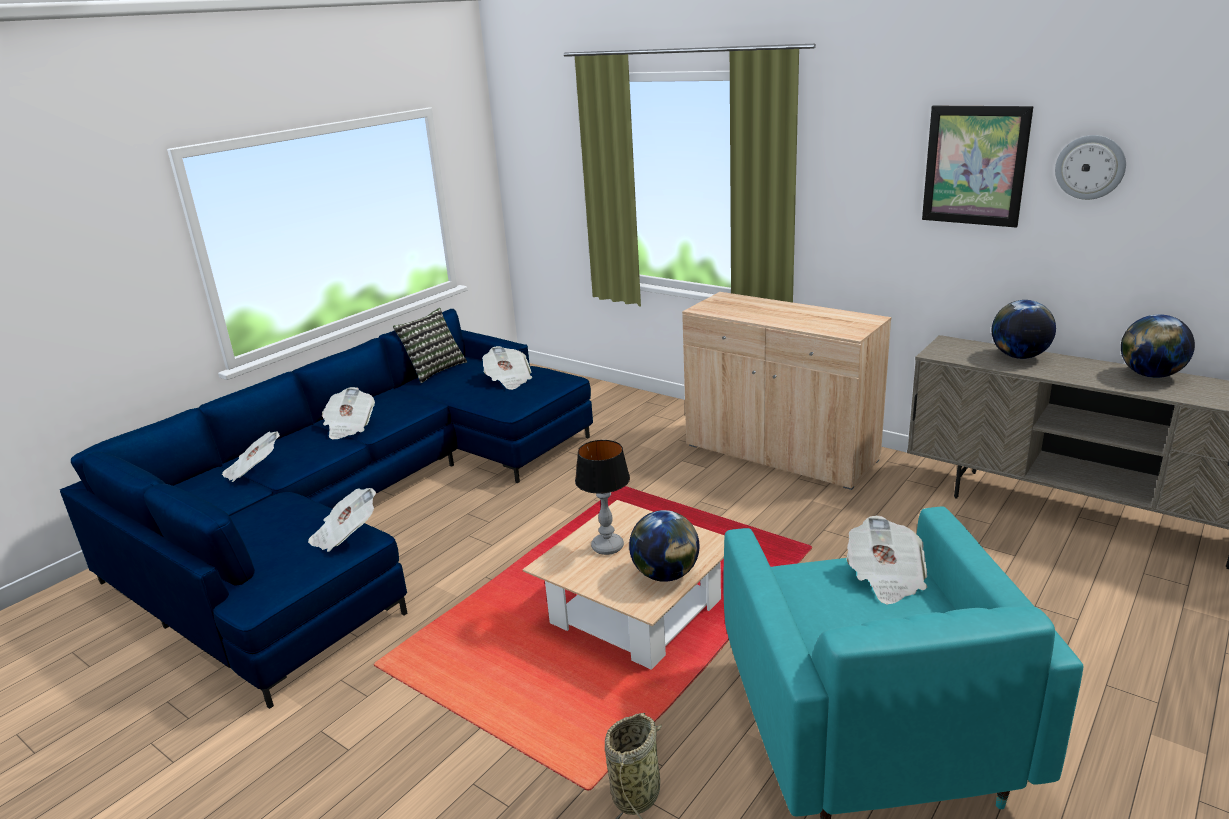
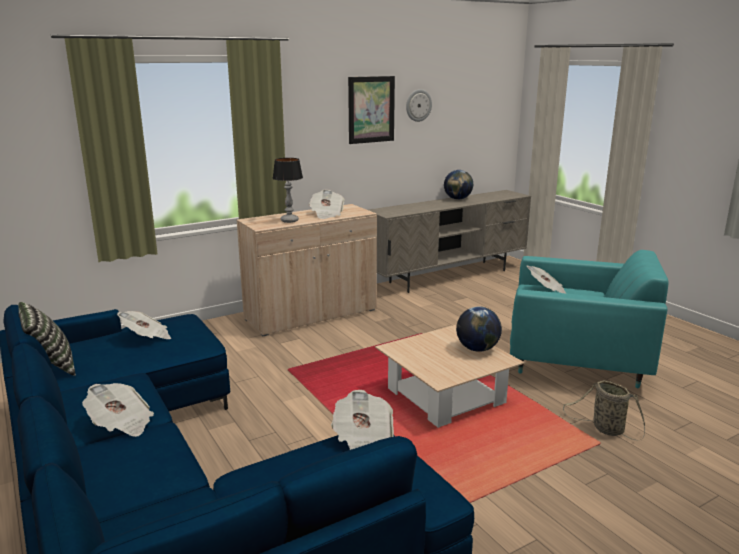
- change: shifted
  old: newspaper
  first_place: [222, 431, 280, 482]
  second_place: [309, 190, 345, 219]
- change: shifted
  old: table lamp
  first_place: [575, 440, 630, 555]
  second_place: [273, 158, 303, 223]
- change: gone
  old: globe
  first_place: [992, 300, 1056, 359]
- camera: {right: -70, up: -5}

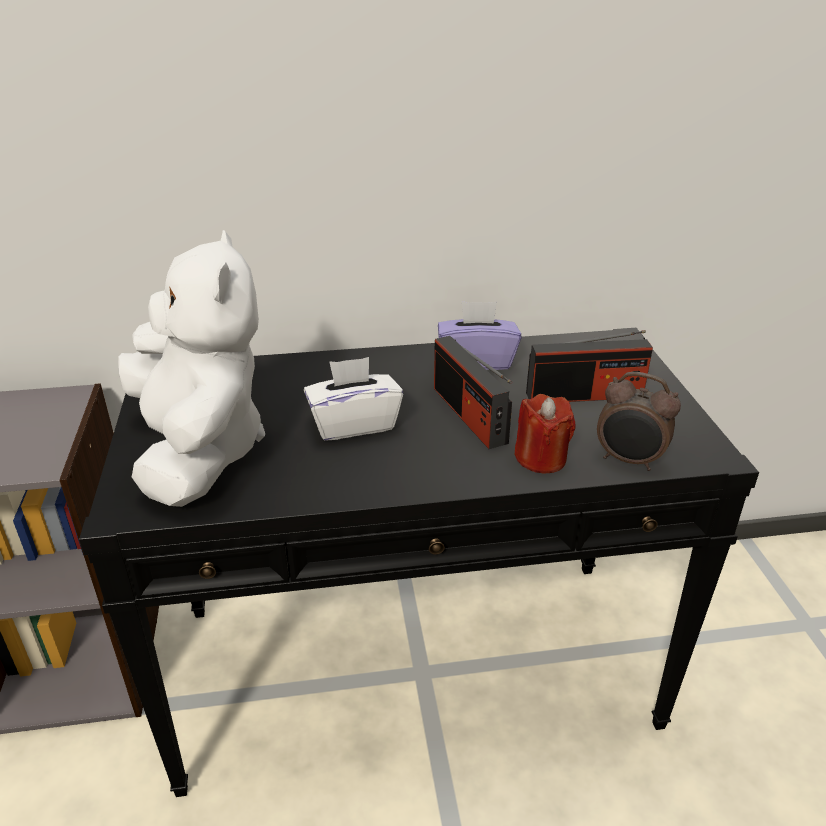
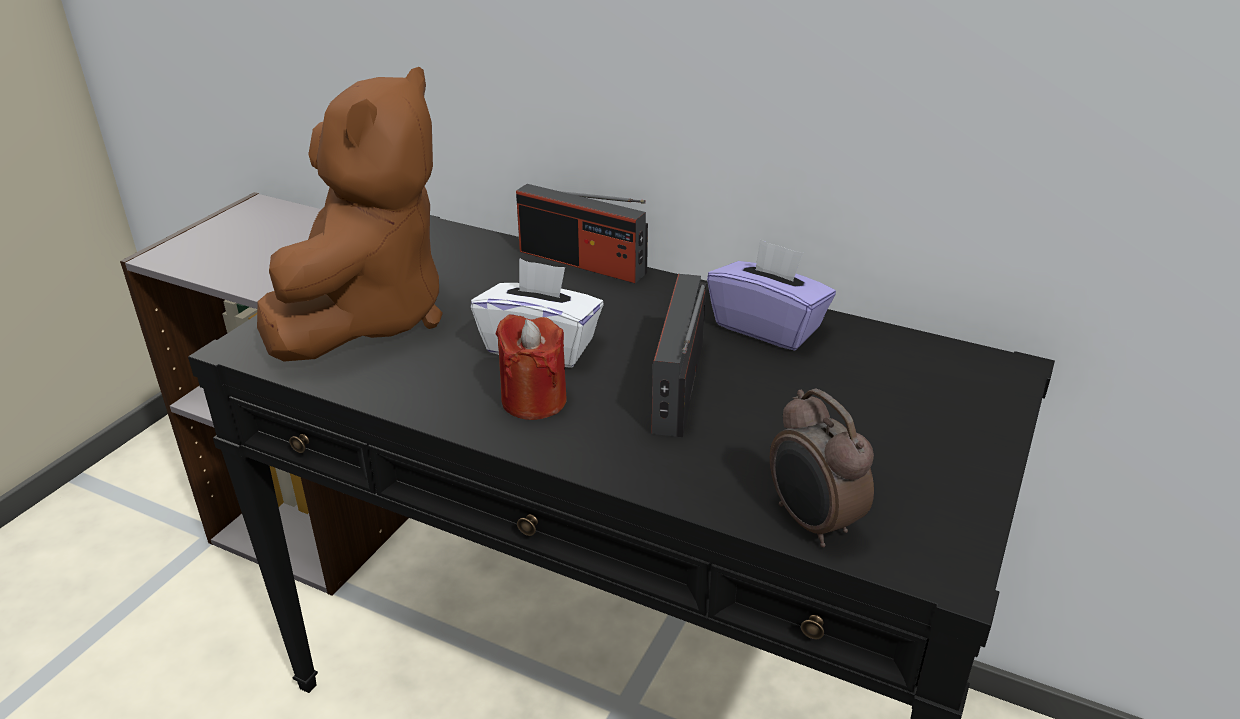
- change: repainted
  old: white plush toy
  new: brown plush toy
  first_place: [118, 230, 265, 507]
  second_place: [257, 67, 443, 361]
- change: shifted
  old: red candle
  first_place: [514, 394, 575, 473]
  second_place: [496, 314, 567, 420]
- change: shifted
  old: radio
  first_place: [526, 330, 653, 402]
  second_place: [516, 184, 648, 283]
- camera: {right: 35, up: 0}

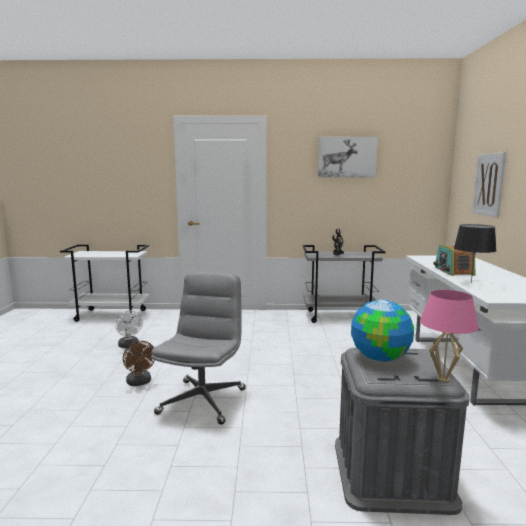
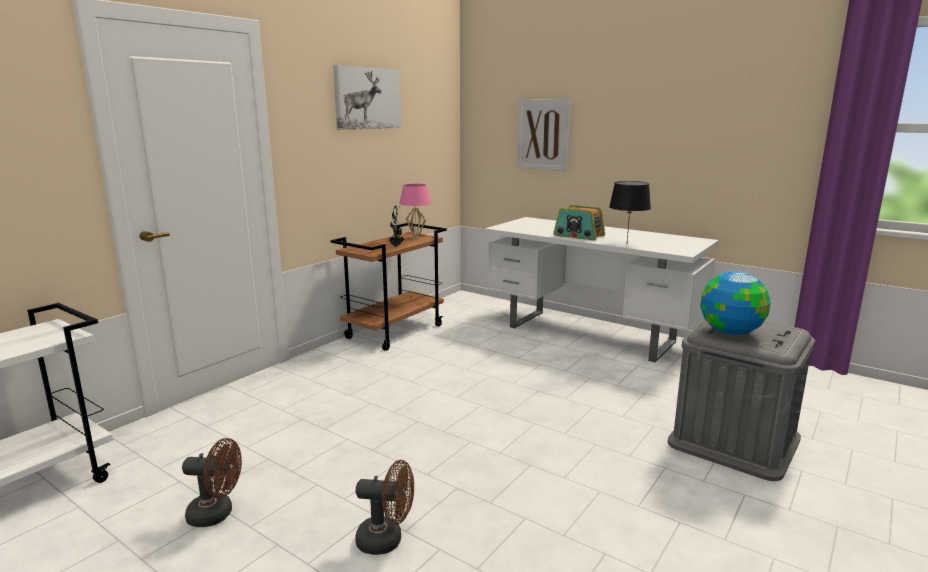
- change: repainted
  old: white fan
  new: brown fan
  first_place: [115, 310, 143, 348]
  second_place: [182, 438, 242, 527]
- change: gone
  old: grey office chair
  first_place: [151, 272, 246, 425]
- change: repainted
  old: grey cart
  new: brown cart
  first_place: [303, 245, 385, 323]
  second_place: [331, 223, 447, 351]
- change: shifted
  old: pink table lamp
  first_place: [420, 290, 479, 382]
  second_place: [399, 184, 431, 239]
- camera: {right: -55, up: 5}

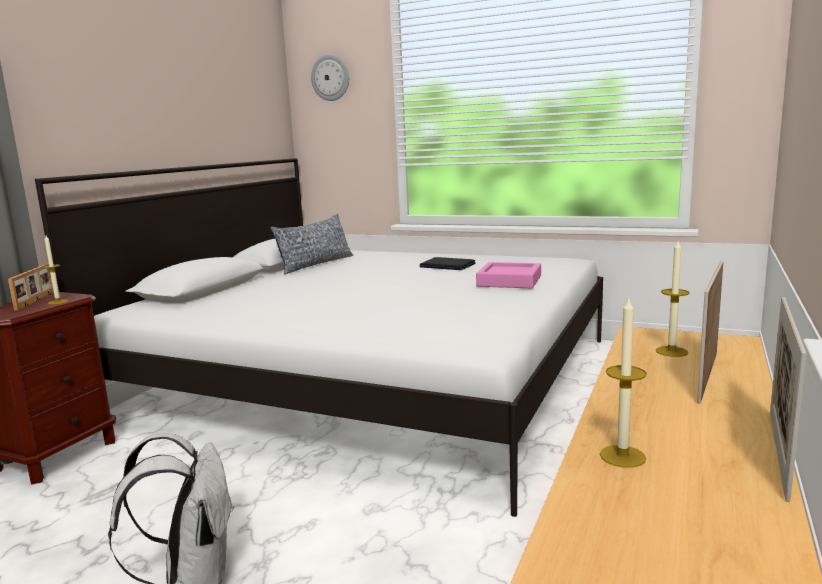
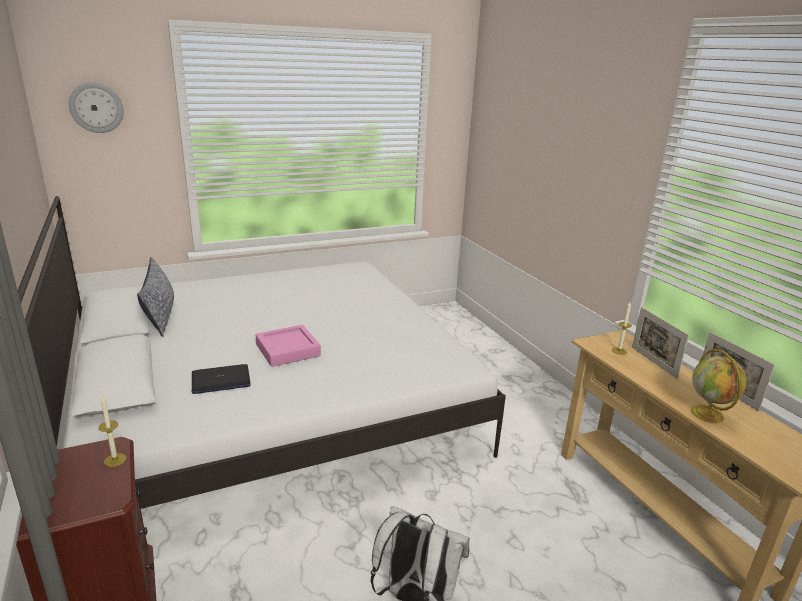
- change: gone
  old: picture frame
  first_place: [8, 263, 54, 311]
- change: shifted
  old: laptop
  first_place: [419, 257, 476, 270]
  second_place: [192, 364, 251, 394]
- change: shifted
  old: pink tray
  first_place: [476, 262, 541, 289]
  second_place: [256, 325, 321, 367]
- change: swapped
  old: candle
  new: globe
  first_place: [600, 299, 647, 468]
  second_place: [691, 349, 747, 423]
- camera: {right: -50, up: 10}

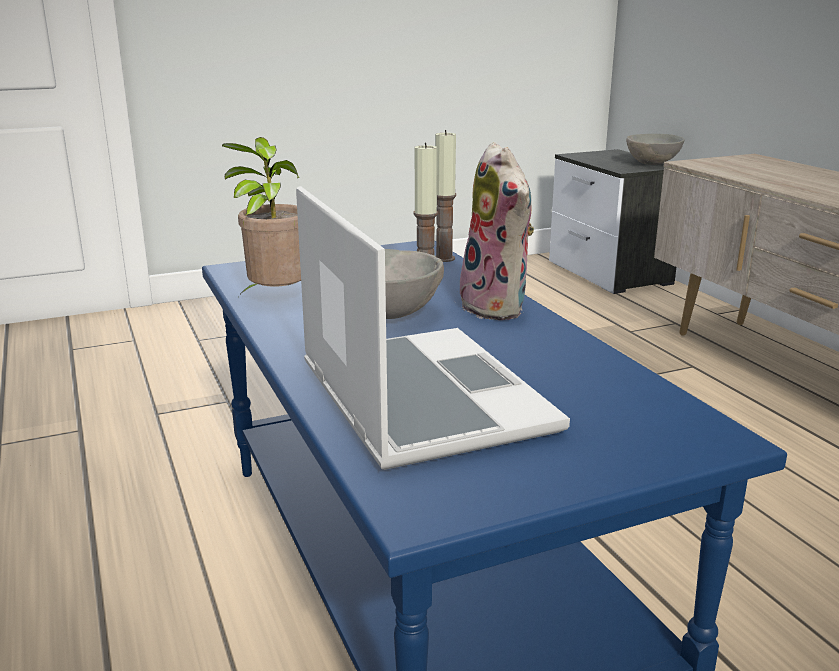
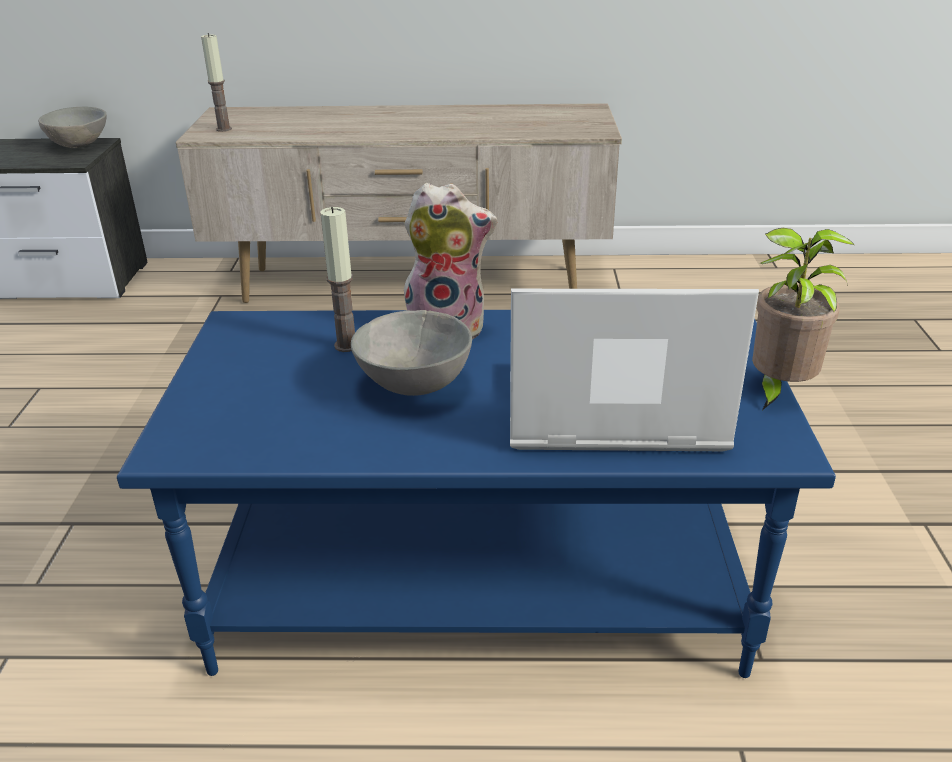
- change: shifted
  old: potted plant
  first_place: [222, 137, 301, 296]
  second_place: [752, 228, 854, 410]
- change: shifted
  old: candle
  first_place: [435, 130, 456, 262]
  second_place: [201, 33, 232, 132]
- camera: {right: -65, up: 10}

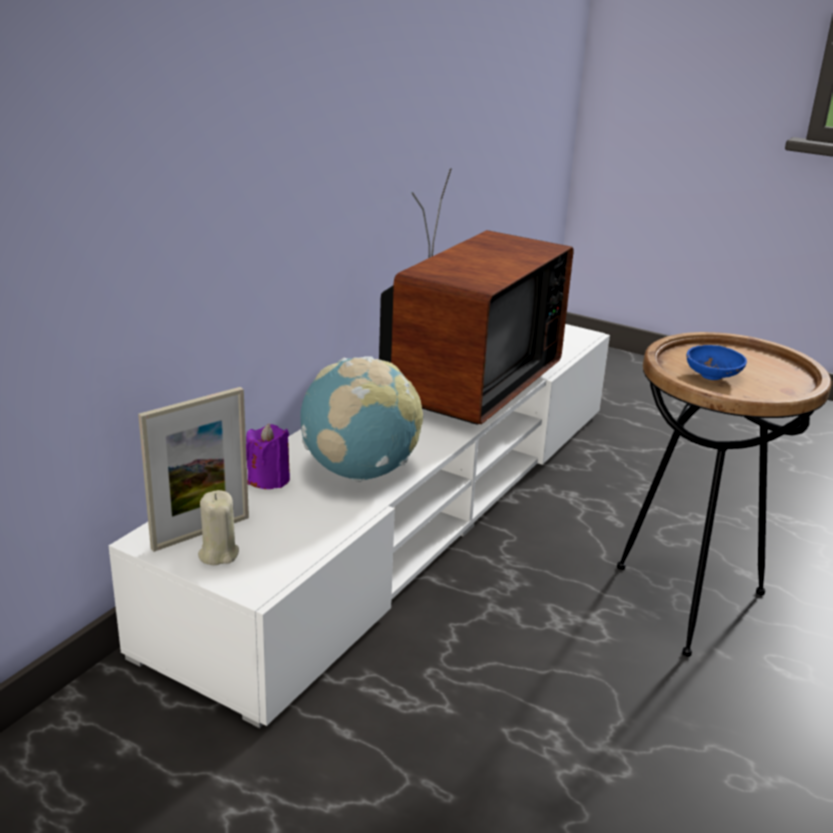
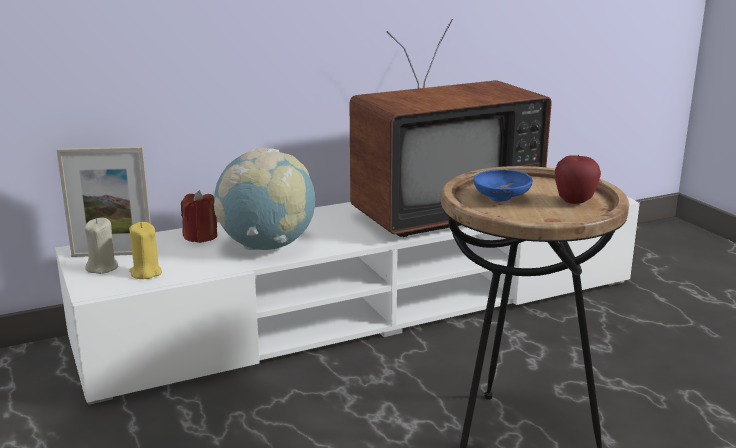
- change: repainted
  old: purple candle
  new: red candle
  first_place: [246, 423, 290, 489]
  second_place: [181, 190, 217, 243]
- change: new
  new: yellow candle
  second_place: [129, 222, 162, 279]
- change: new
  new: apple
  second_place: [555, 154, 601, 204]
- camera: {right: 35, up: -5}

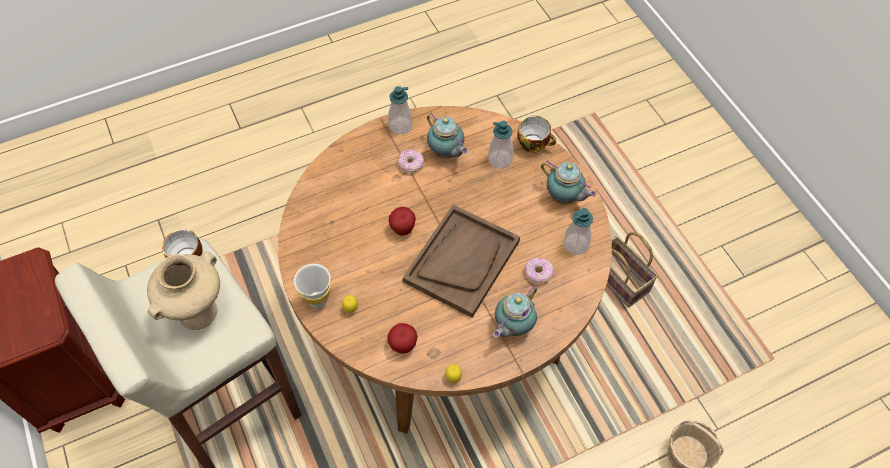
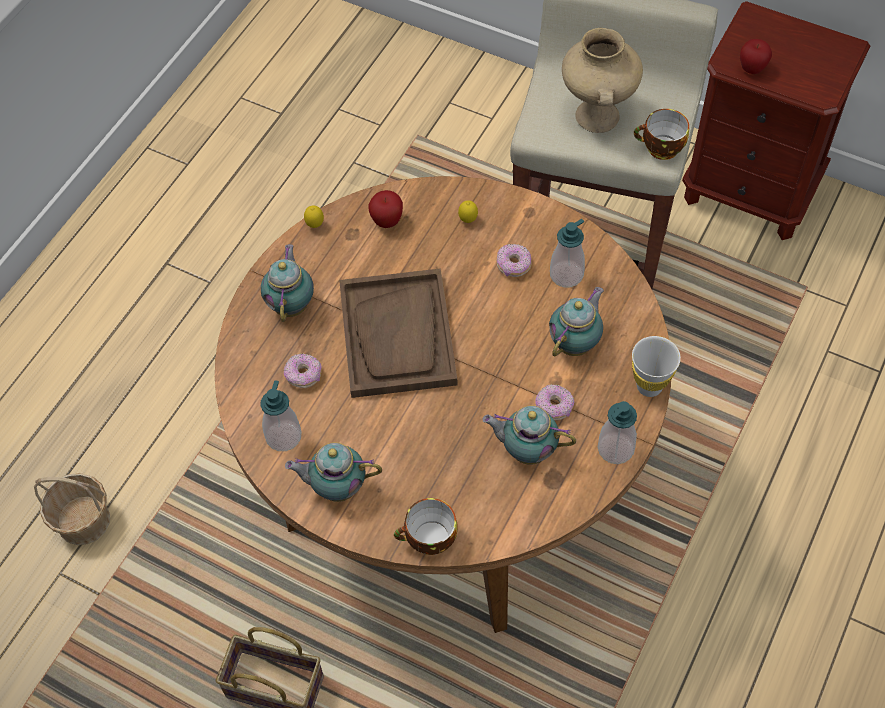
- change: shifted
  old: white cup
  first_place: [294, 264, 331, 308]
  second_place: [632, 336, 681, 397]
- change: shifted
  old: apple
  first_place: [388, 207, 416, 236]
  second_place: [740, 39, 772, 74]
- change: shifted
  old: soap dispenser
  first_place: [488, 121, 513, 169]
  second_place: [550, 219, 585, 287]
- change: new
  new: donut
  second_place: [497, 244, 532, 277]
- change: new
  new: teapot
  second_place: [549, 287, 604, 356]
- camera: {right: 145, up: 0}

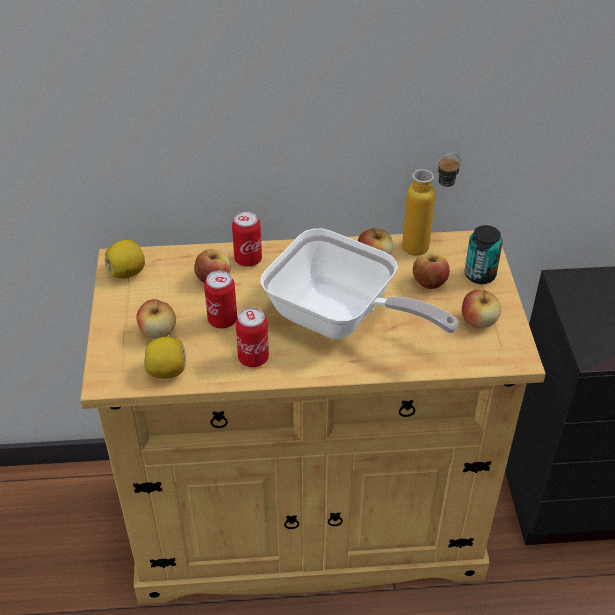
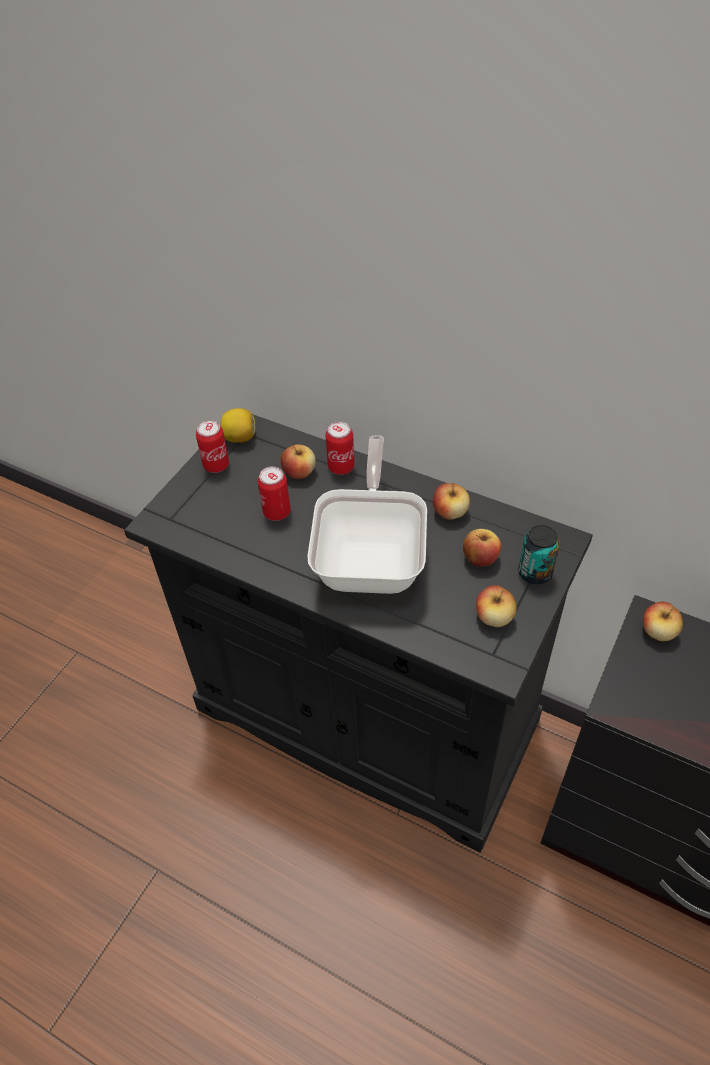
- change: repainted
  old: beige cabinet
  new: black cabinet
  first_place: [80, 231, 546, 604]
  second_place: [124, 414, 593, 853]
- change: shifted
  old: apple
  first_place: [137, 299, 176, 339]
  second_place: [643, 602, 683, 641]
- change: gone
  old: lemon
  first_place: [144, 337, 186, 378]
- change: shifted
  old: can
  first_place: [236, 307, 269, 367]
  second_place: [196, 420, 229, 473]
- change: rotated
  old: frying pan
  first_place: [261, 228, 458, 339]
  second_place: [307, 435, 427, 594]
  degrees: -150
- change: gone
  old: bottle
  first_place: [402, 153, 461, 256]
- camera: {right: 35, up: 5}

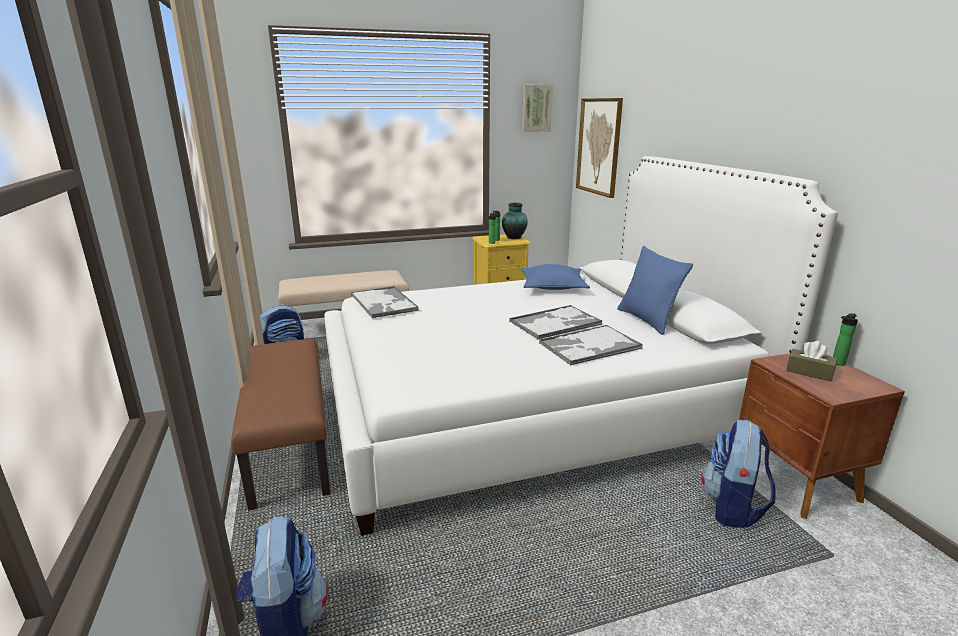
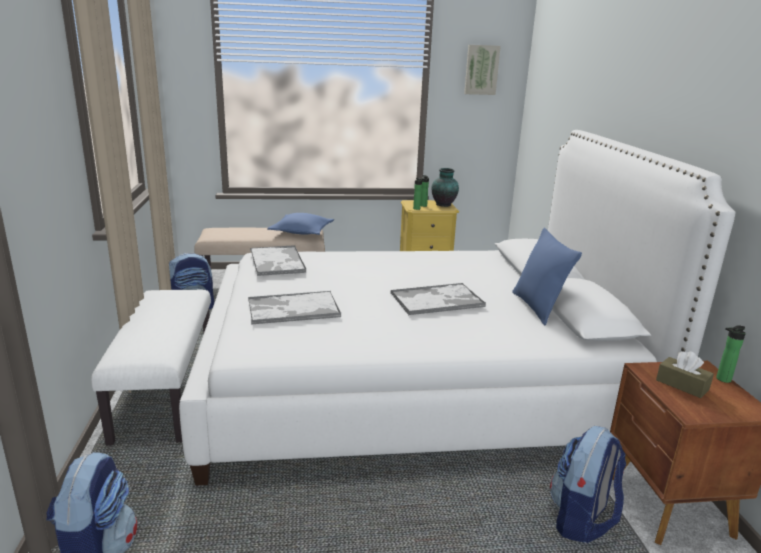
- change: repainted
  old: brown bench
  new: white bench
  first_place: [231, 339, 330, 510]
  second_place: [91, 289, 211, 446]
- change: shifted
  old: blue pillow
  first_place: [521, 264, 590, 290]
  second_place: [267, 213, 334, 235]
- change: shifted
  old: tray
  first_place: [539, 325, 643, 365]
  second_place: [248, 291, 341, 324]
- change: gone
  old: picture
  first_place: [576, 98, 623, 198]
- camera: {right: 10, up: 0}

